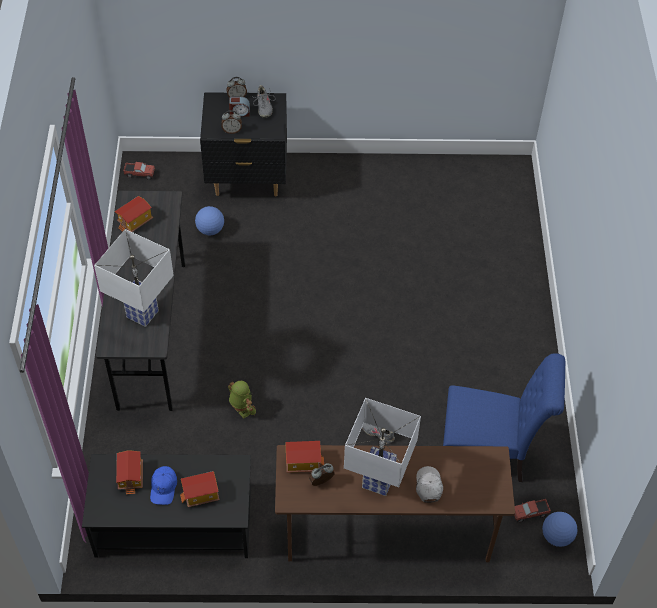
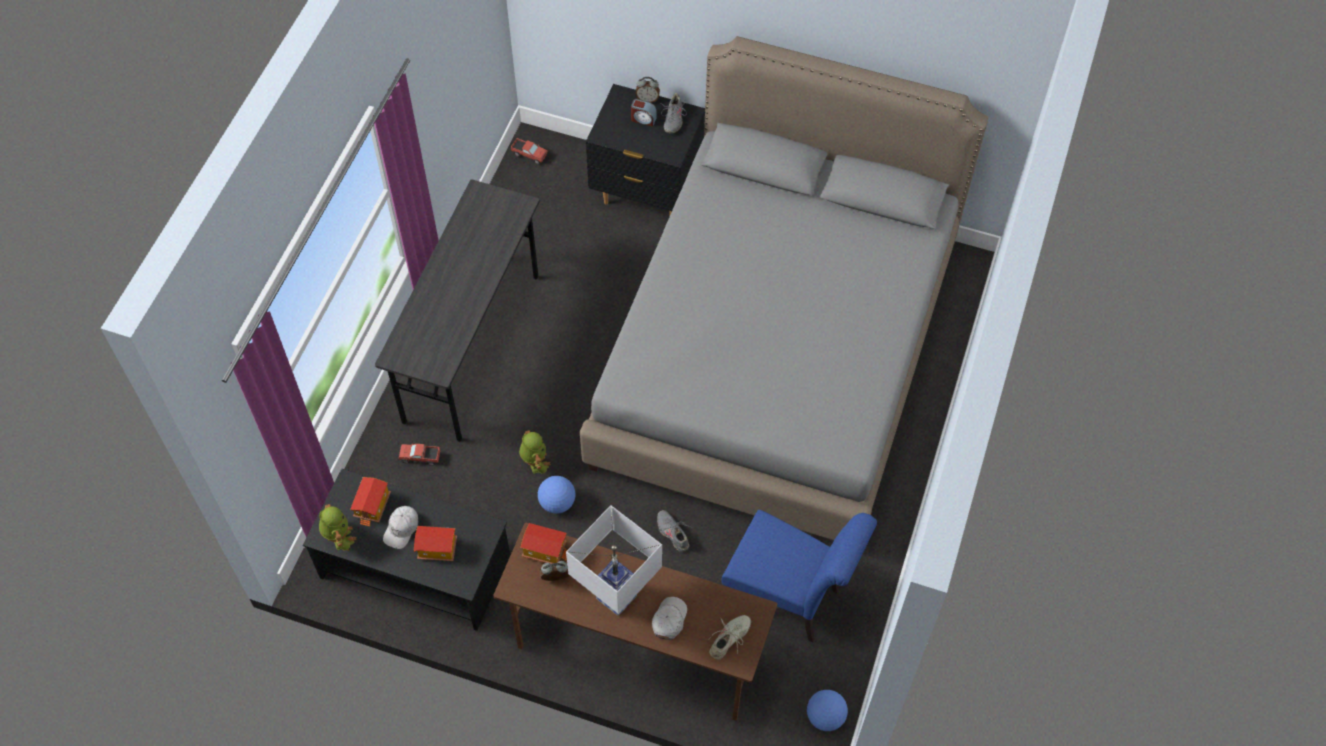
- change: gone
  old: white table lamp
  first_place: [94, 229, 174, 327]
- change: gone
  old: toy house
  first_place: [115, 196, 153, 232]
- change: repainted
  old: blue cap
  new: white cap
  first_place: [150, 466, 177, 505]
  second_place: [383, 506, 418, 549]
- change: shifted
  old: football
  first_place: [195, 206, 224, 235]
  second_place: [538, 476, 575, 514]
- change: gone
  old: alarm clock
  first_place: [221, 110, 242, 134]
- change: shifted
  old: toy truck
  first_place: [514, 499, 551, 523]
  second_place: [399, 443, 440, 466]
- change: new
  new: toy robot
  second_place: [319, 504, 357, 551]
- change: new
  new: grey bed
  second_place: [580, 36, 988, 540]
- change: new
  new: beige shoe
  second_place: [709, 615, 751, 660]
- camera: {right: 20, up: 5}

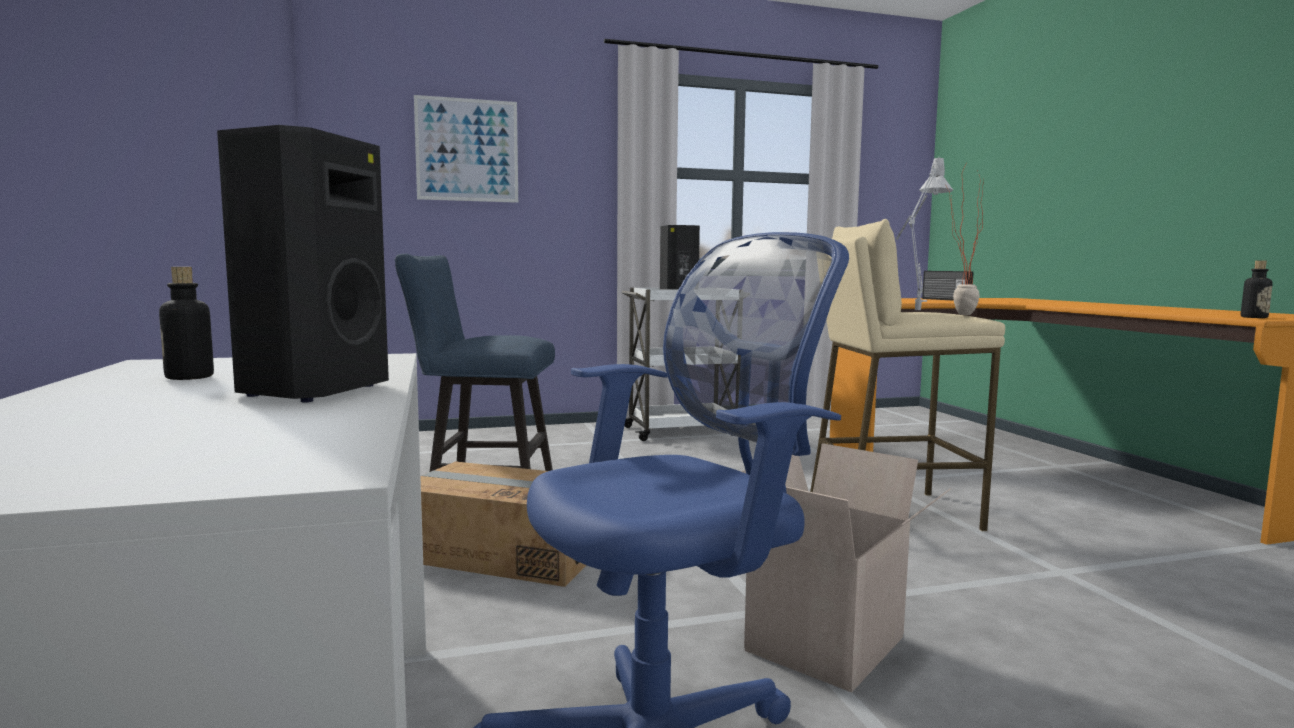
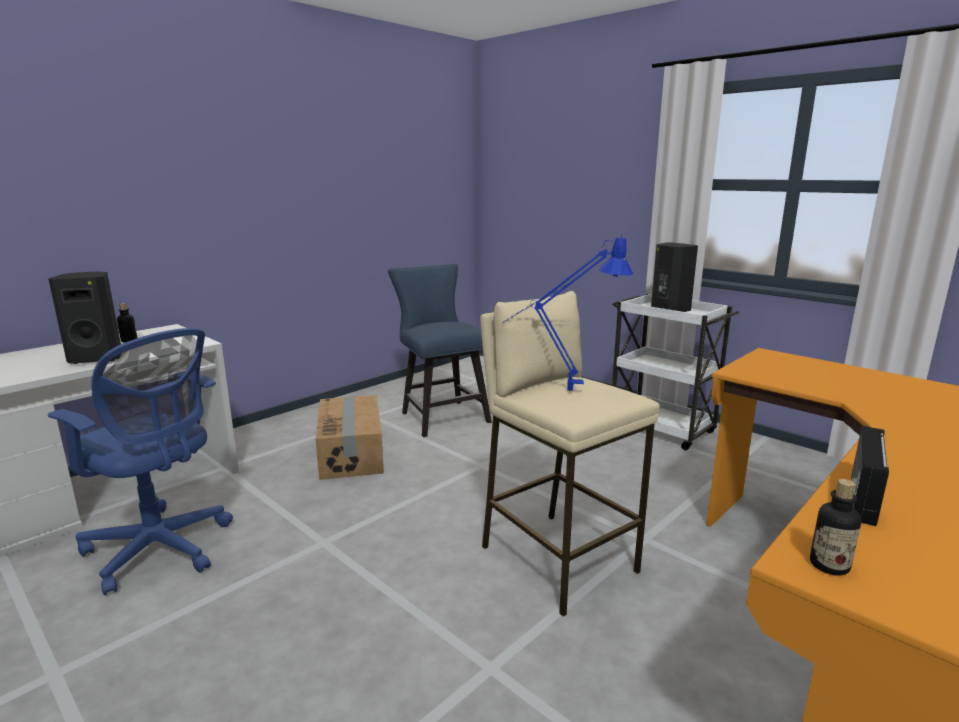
- change: gone
  old: picture
  first_place: [414, 95, 518, 203]
- change: gone
  old: cardboard box
  first_place: [741, 443, 951, 692]
- change: repainted
  old: grey table lamp
  new: blue table lamp
  first_place: [896, 158, 953, 310]
  second_place: [502, 235, 633, 391]
- change: shifted
  old: radio
  first_place: [922, 271, 973, 301]
  second_place: [851, 426, 889, 526]
- change: gone
  old: potted plant
  first_place: [946, 165, 984, 315]
- camera: {right: 60, up: 10}

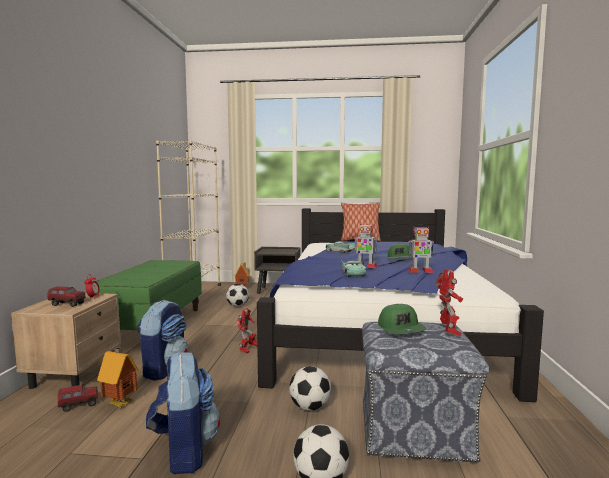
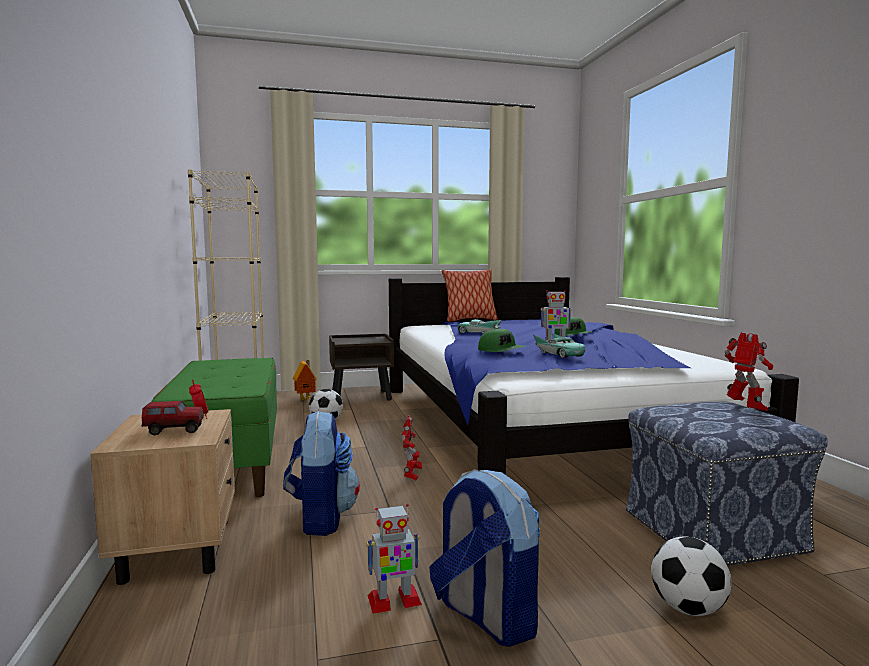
- change: gone
  old: toy truck
  first_place: [58, 385, 98, 412]
- change: gone
  old: toy house
  first_place: [97, 347, 139, 408]
- change: gone
  old: football
  first_place: [289, 366, 331, 411]
- change: shifted
  old: green cap
  first_place: [378, 304, 426, 335]
  second_place: [478, 328, 526, 352]
- change: shifted
  old: toy robot
  first_place: [408, 226, 434, 273]
  second_place: [366, 504, 422, 614]
- camera: {right: -20, up: 0}

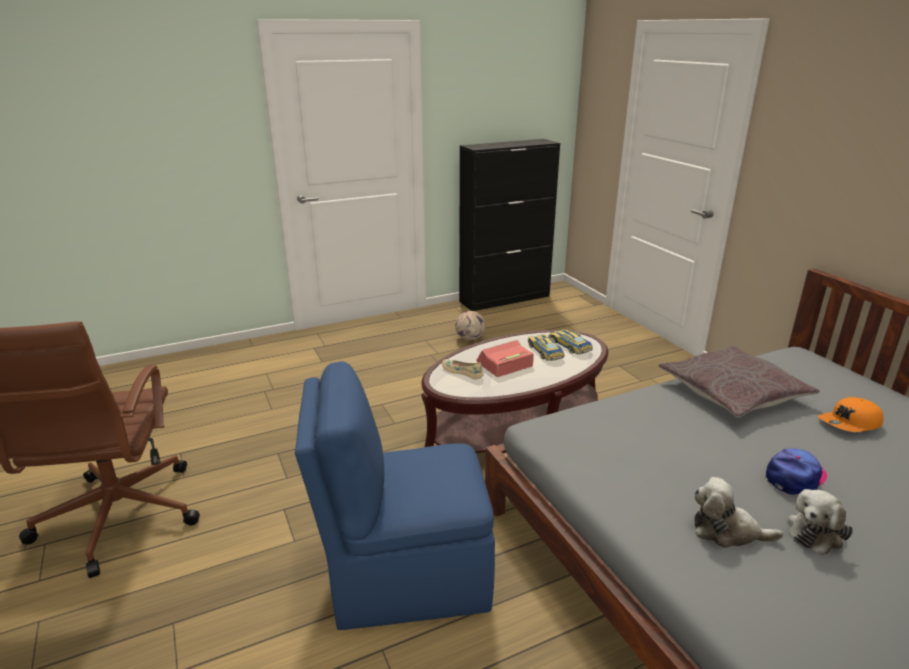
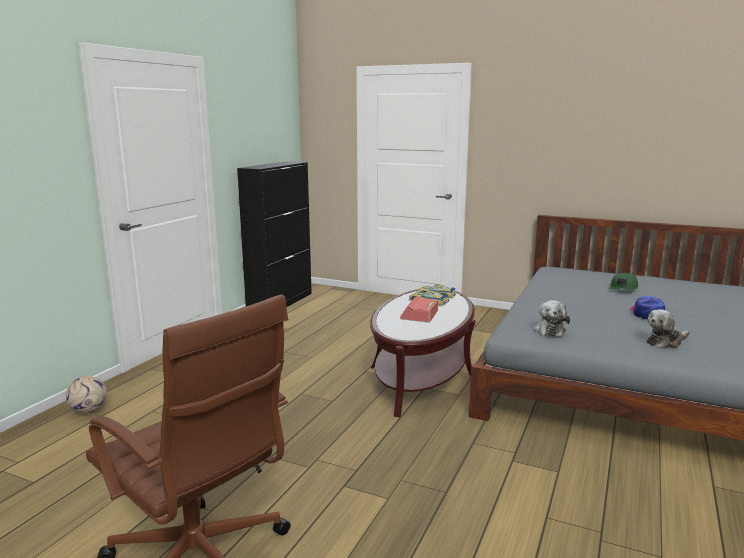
- change: gone
  old: blue chair
  first_place: [295, 361, 495, 630]
- change: gone
  old: beige shoe
  first_place: [442, 360, 483, 380]
- change: shifted
  old: football
  first_place: [455, 311, 486, 341]
  second_place: [66, 376, 107, 414]
- change: gone
  old: grey pillow
  first_place: [658, 346, 820, 418]
- change: shifted
  old: plush toy
  first_place: [787, 489, 853, 555]
  second_place: [533, 300, 570, 337]
- change: repainted
  old: orange cap
  new: green cap
  first_place: [818, 397, 884, 432]
  second_place: [609, 273, 638, 290]
- camera: {right: -40, up: -10}

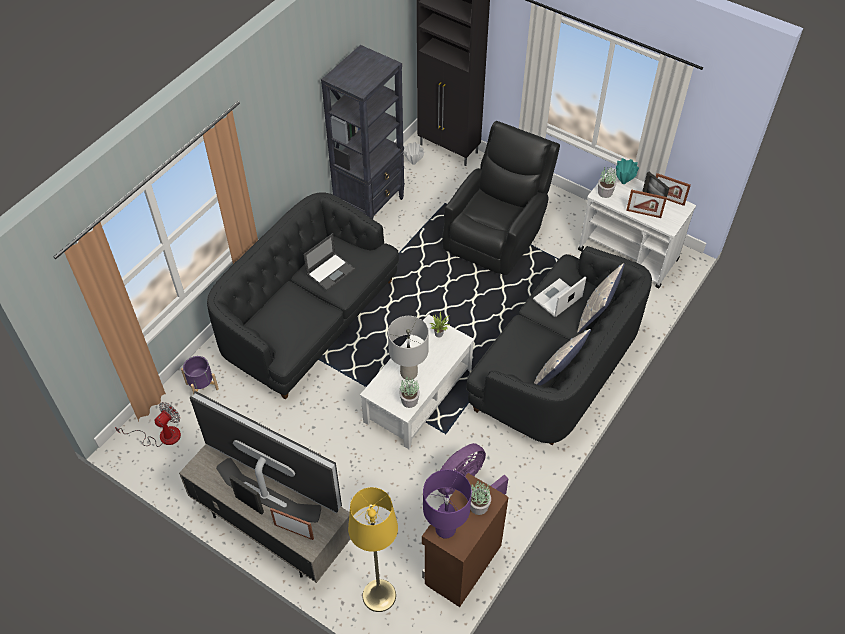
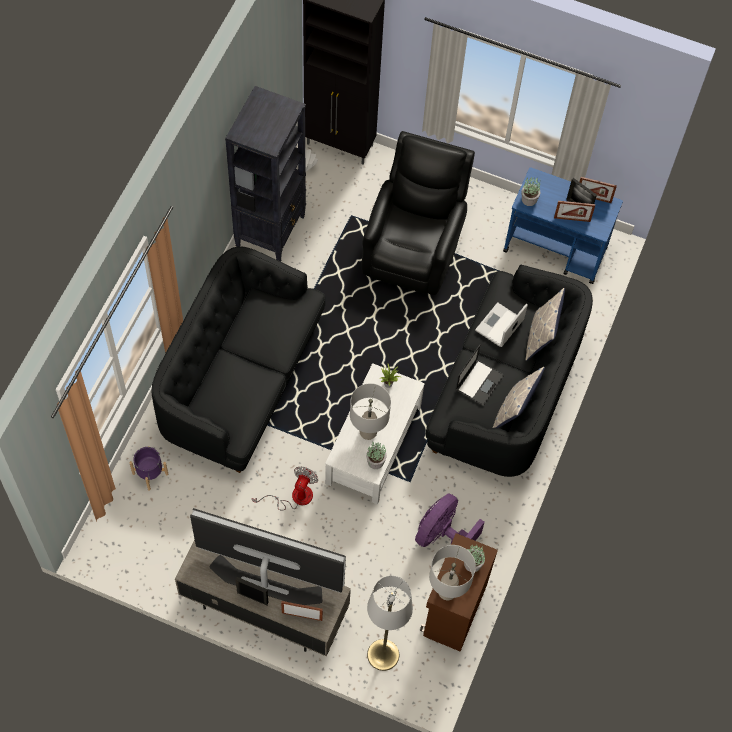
- change: shifted
  old: fan
  first_place: [115, 402, 181, 447]
  second_place: [252, 466, 318, 510]
- change: shifted
  old: laptop
  first_place: [304, 233, 355, 291]
  second_place: [455, 345, 504, 406]
- change: repainted
  old: yellow floor lamp
  new: grey floor lamp
  first_place: [348, 487, 398, 612]
  second_place: [367, 576, 413, 671]
- change: repainted
  old: purple table lamp
  new: grey table lamp
  first_place: [423, 470, 472, 539]
  second_place: [429, 545, 476, 600]
- change: repainted
  old: white cart
  new: blue cart
  first_place: [578, 168, 696, 289]
  second_place: [503, 167, 623, 284]
- change: gone
  old: turquoise vase
  first_place: [616, 158, 639, 184]
- camera: {right: -15, up: 10}

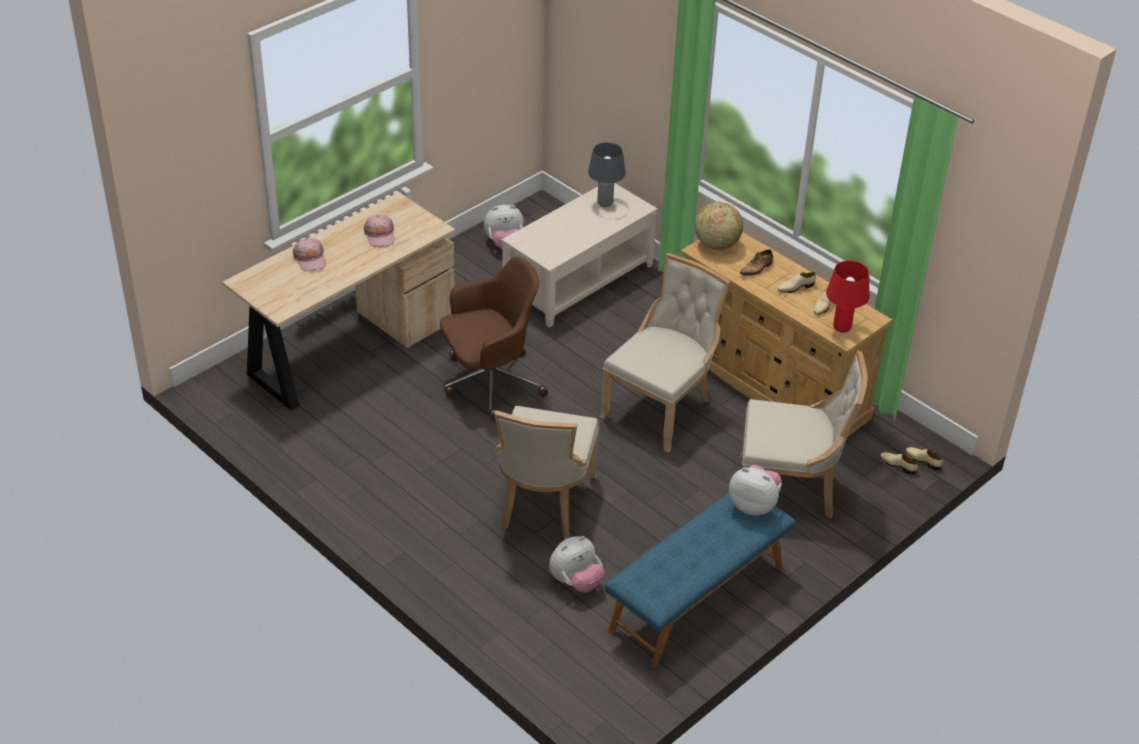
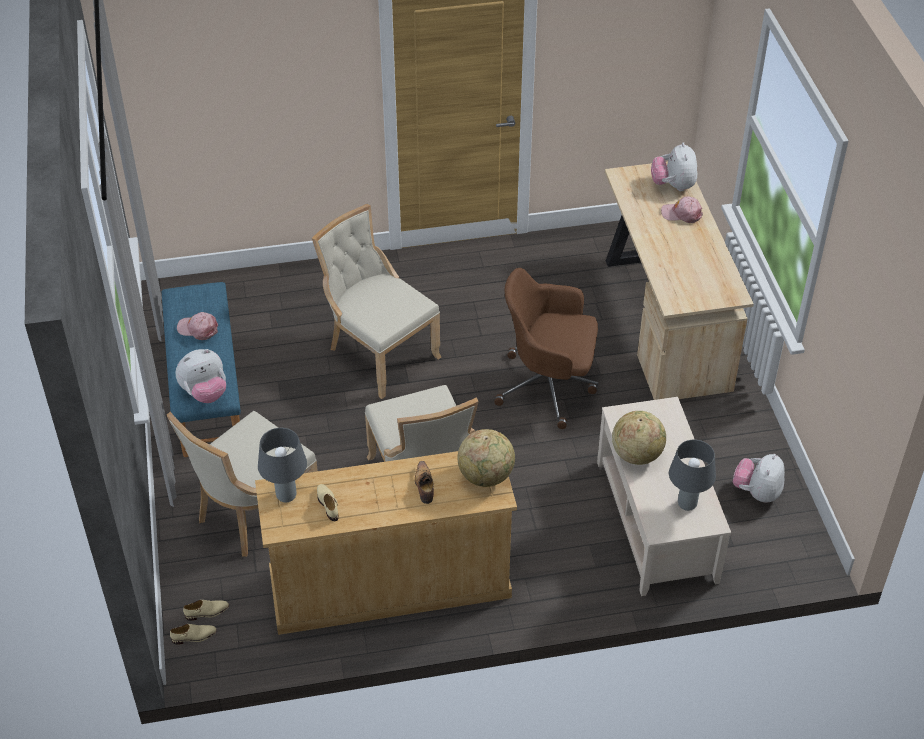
- change: shifted
  old: pink cap
  first_place: [363, 215, 395, 247]
  second_place: [177, 312, 218, 340]
- change: rotated
  old: brown office chair
  first_place: [440, 256, 548, 421]
  second_place: [494, 268, 598, 429]
  degrees: 90
- change: shifted
  old: plush toy
  first_place: [549, 536, 605, 593]
  second_place: [651, 142, 697, 191]
- change: gone
  old: beige shoe
  first_place: [777, 272, 816, 293]
- change: repainted
  old: red table lamp
  new: grey table lamp
  first_place: [826, 261, 869, 333]
  second_place: [258, 428, 307, 503]
- change: new
  new: globe
  second_place: [612, 411, 666, 465]
- camera: {right: 125, up: 5}

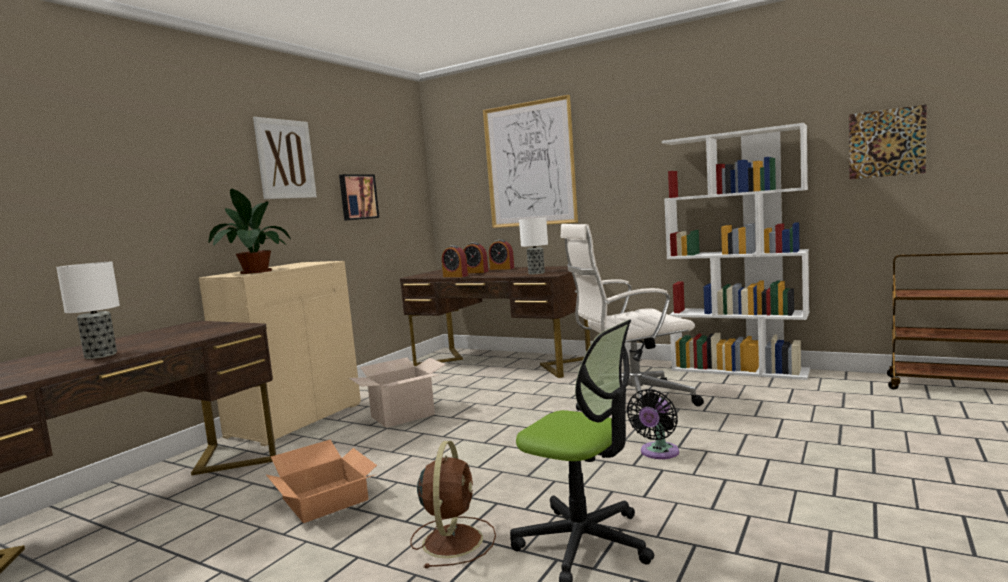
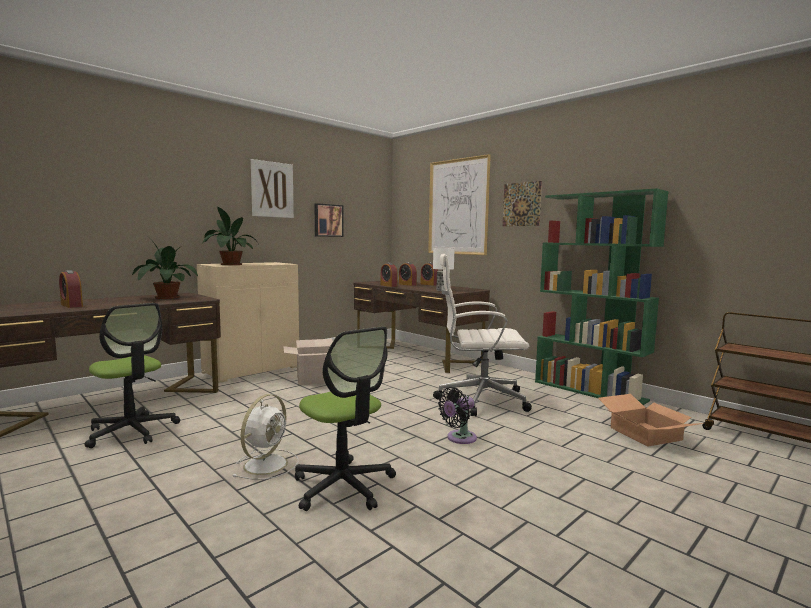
- change: gone
  old: table lamp
  first_place: [56, 261, 120, 359]
- change: shifted
  old: cardboard box
  first_place: [265, 439, 377, 523]
  second_place: [598, 394, 705, 447]
- change: repainted
  old: brown fan
  new: white fan
  first_place: [410, 441, 496, 568]
  second_place: [232, 394, 299, 480]
- change: repainted
  old: white bookcase
  new: green bookcase
  first_place: [662, 123, 810, 380]
  second_place: [535, 188, 669, 405]
- change: shifted
  old: picture
  first_place: [849, 104, 927, 179]
  second_place: [503, 181, 542, 226]
- change: new
  new: alarm clock
  second_place: [59, 270, 83, 308]
- change: new
  new: office chair
  second_place: [85, 303, 180, 448]
- change: new
  new: potted plant
  second_place: [132, 235, 198, 299]
- camera: {right: 15, up: 0}

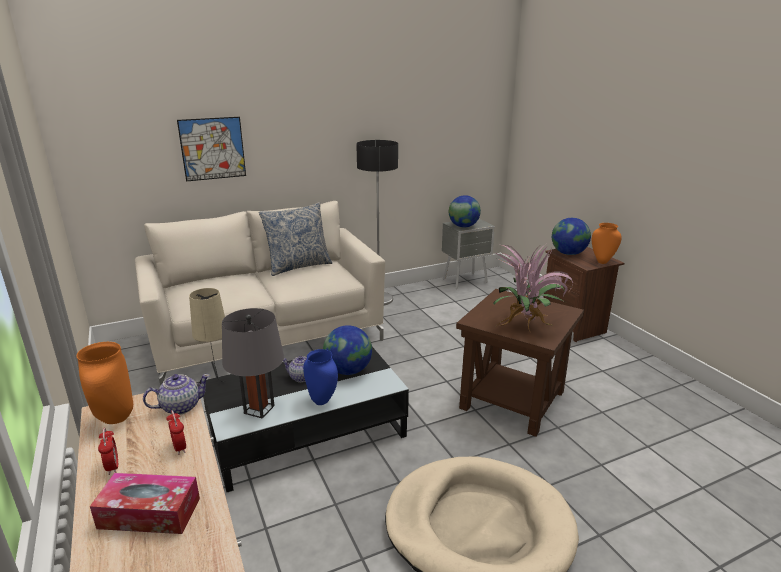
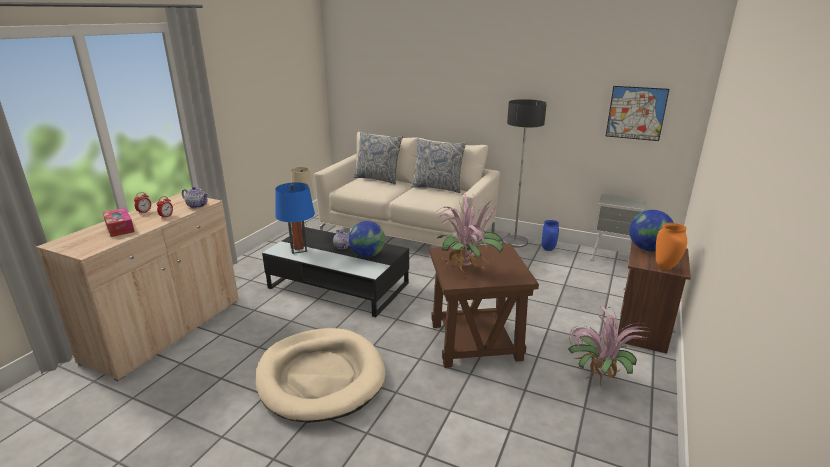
- change: gone
  old: orange vase
  first_place: [77, 342, 133, 424]
- change: shifted
  old: picture
  first_place: [177, 117, 246, 181]
  second_place: [606, 86, 669, 141]
- change: repainted
  old: grey table lamp
  new: blue table lamp
  first_place: [222, 308, 284, 419]
  second_place: [275, 182, 315, 254]
- change: shifted
  old: blue vase
  first_place: [303, 349, 338, 405]
  second_place: [542, 220, 559, 251]
- change: gone
  old: globe
  first_place: [449, 195, 481, 228]
- change: new
  new: pillow
  second_place: [353, 132, 403, 184]
- change: new
  new: potted plant
  second_place: [568, 306, 649, 385]
- camera: {right: 50, up: 0}

